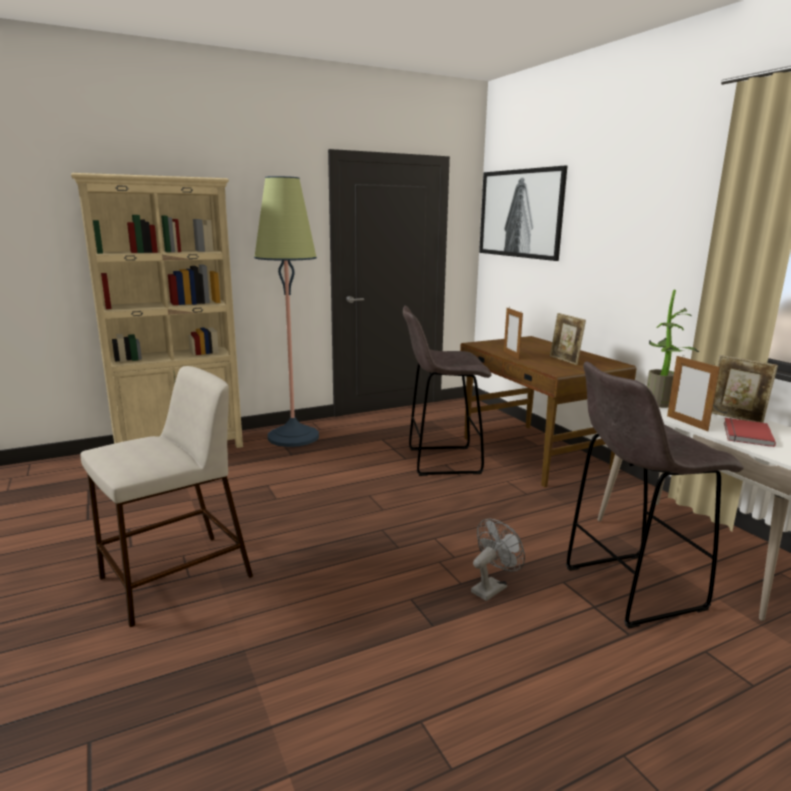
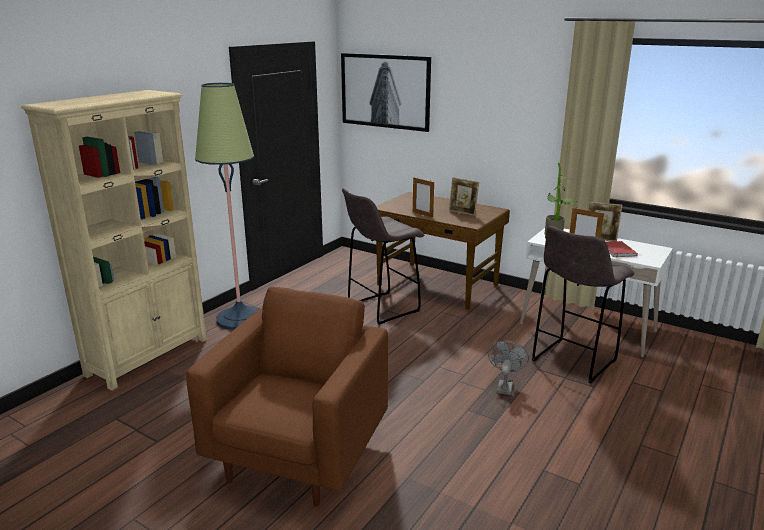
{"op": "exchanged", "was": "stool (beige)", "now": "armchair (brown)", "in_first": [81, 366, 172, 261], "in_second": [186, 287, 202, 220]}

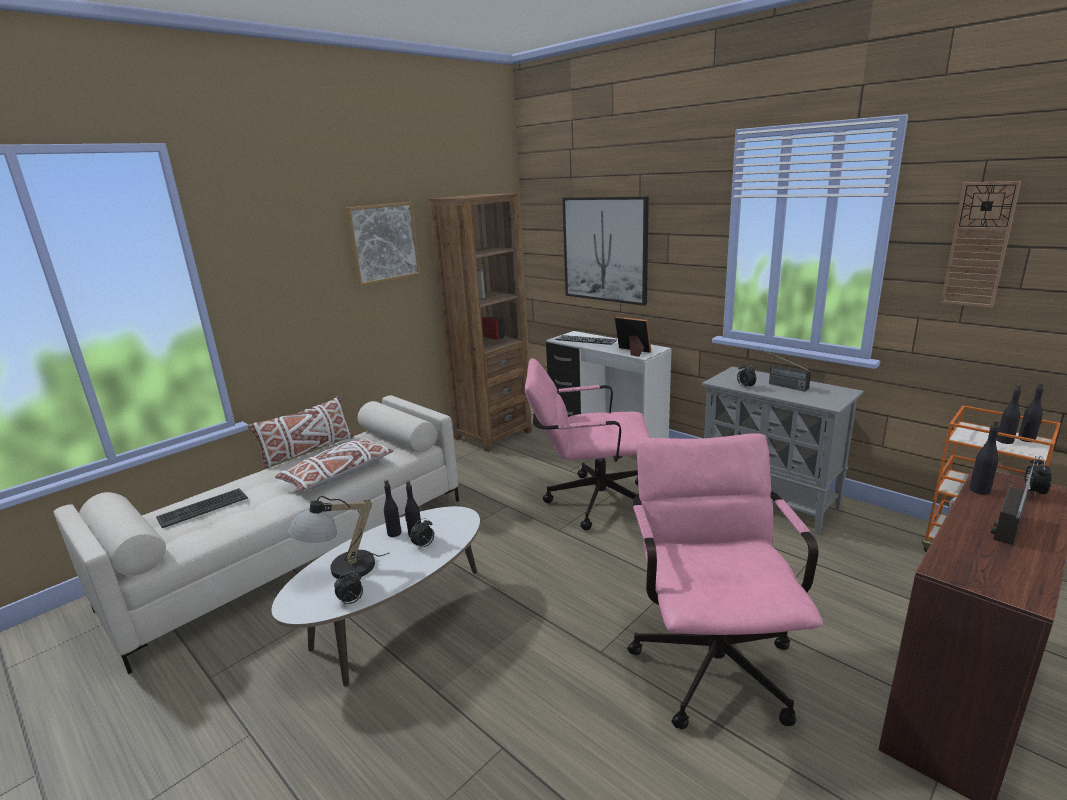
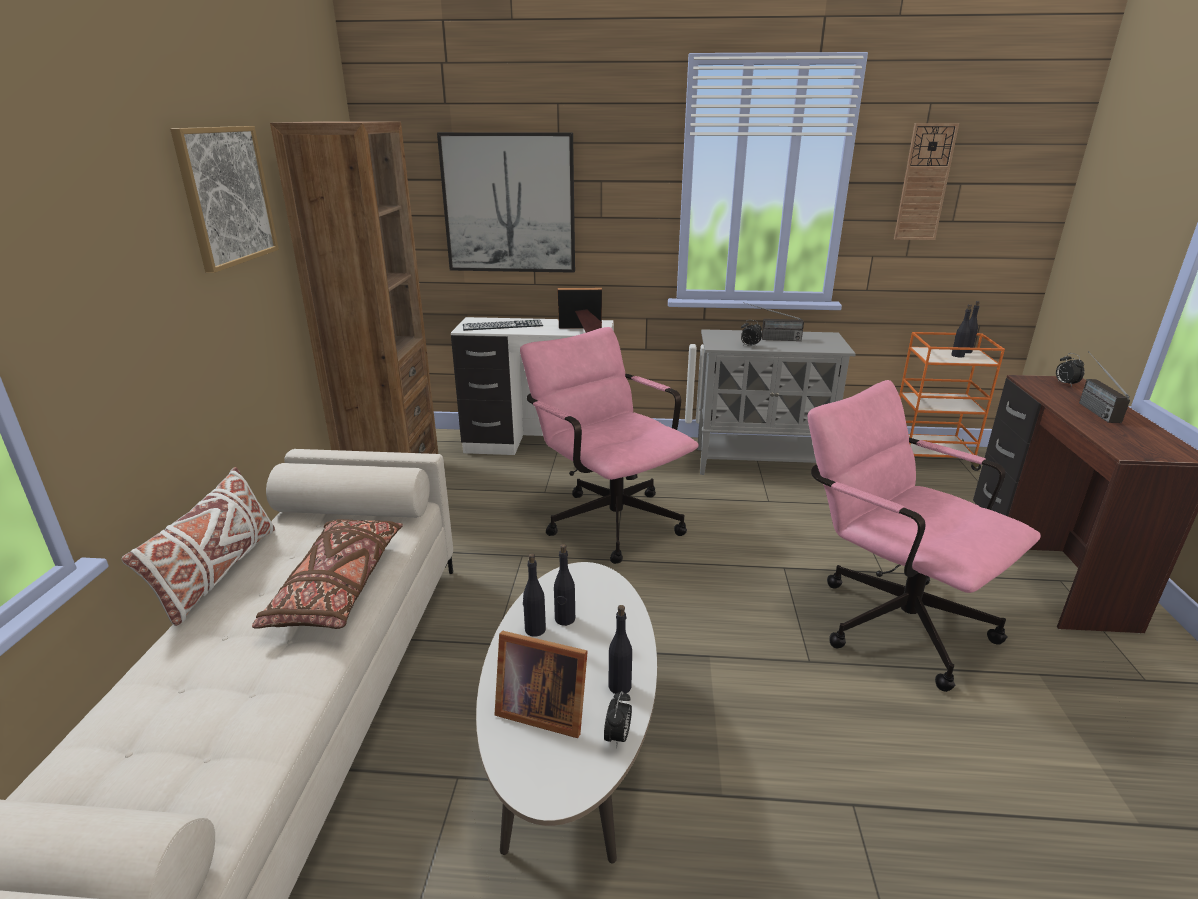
{"op": "missing", "was": "keyboard", "in_first": [156, 488, 92, 40]}
{"op": "missing", "was": "alarm clock", "in_first": [410, 518, 24, 32]}
{"op": "relocated", "was": "bottle (black)", "in_first": [969, 420, 31, 75], "in_second": [609, 605, 23, 89]}
{"op": "exchanged", "was": "table lamp", "now": "picture frame", "in_first": [288, 496, 101, 83], "in_second": [495, 631, 93, 107]}
{"op": "colour", "was": "pillow (white)", "now": "pillow (brown)", "in_first": [275, 438, 118, 53], "in_second": [252, 519, 151, 110]}
{"op": "spun", "was": "office chair (pink)", "in_first": [525, 358, 125, 172], "in_second": [520, 327, 179, 237], "clockwise": 90}

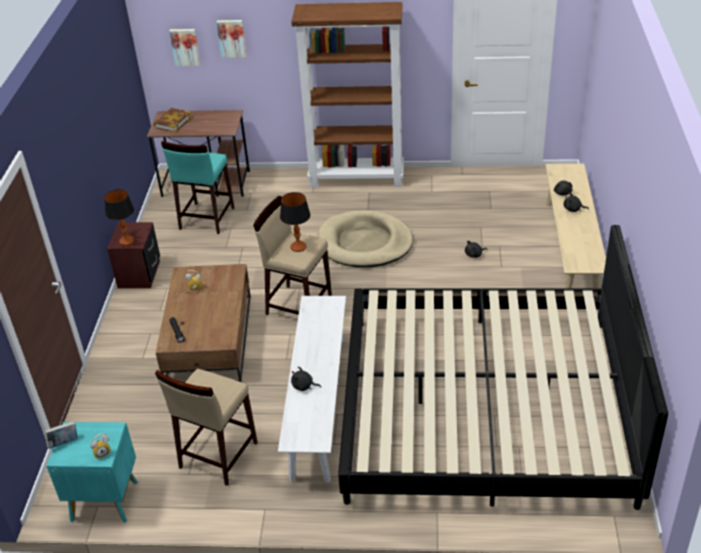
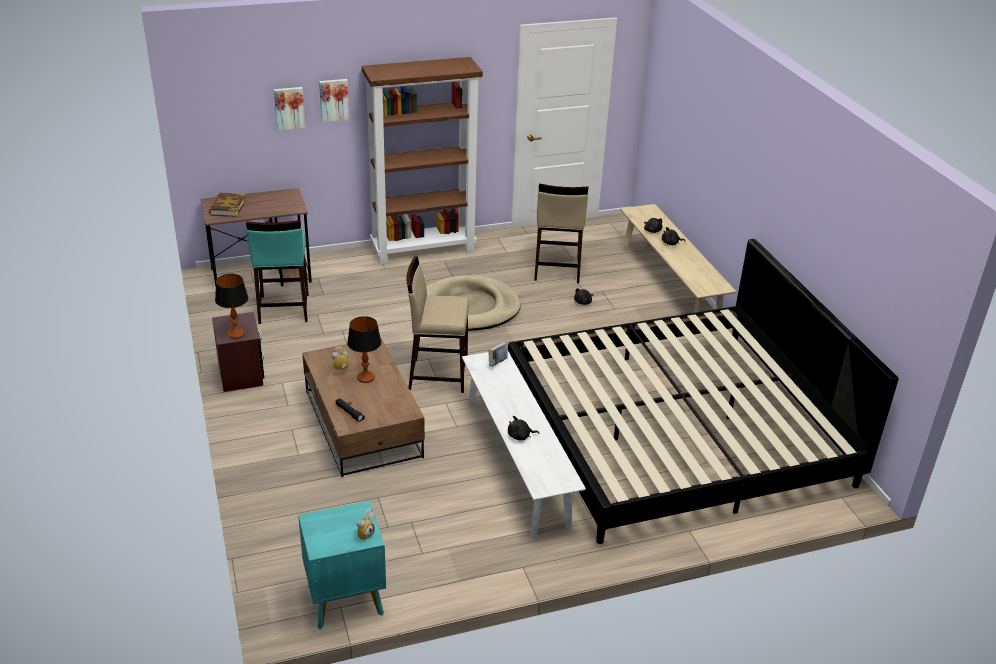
{"op": "relocated", "was": "book", "in_first": [44, 421, 34, 28], "in_second": [488, 342, 20, 25]}
{"op": "relocated", "was": "stool (beige)", "in_first": [155, 369, 103, 117], "in_second": [534, 184, 54, 99]}
{"op": "relocated", "was": "picture", "in_first": [169, 29, 32, 37], "in_second": [319, 79, 30, 43]}
{"op": "relocated", "was": "table lamp", "in_first": [280, 192, 30, 60], "in_second": [347, 316, 34, 67]}

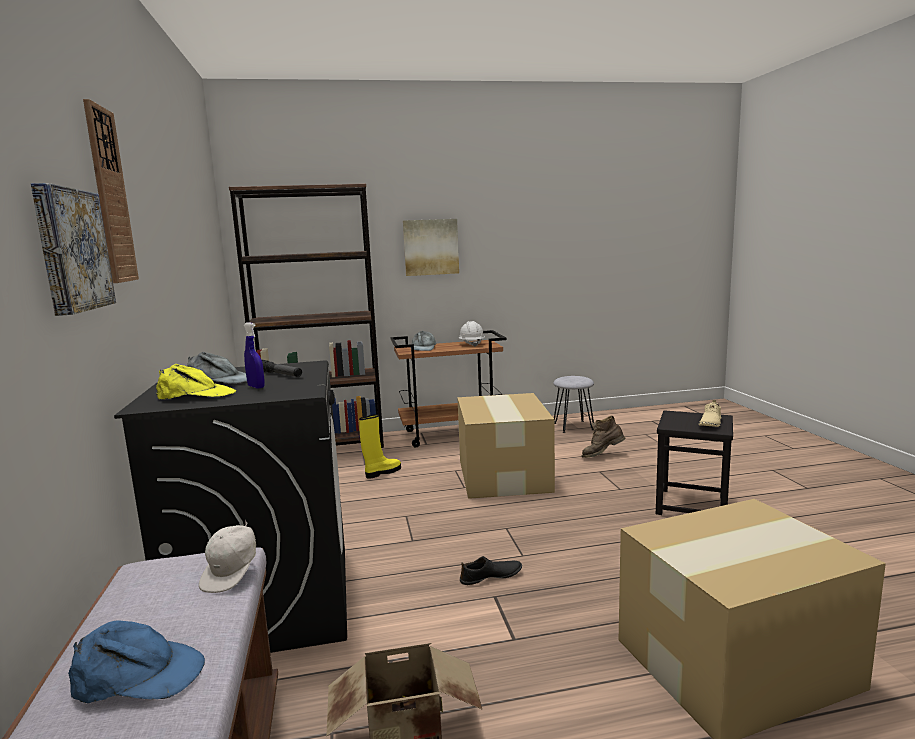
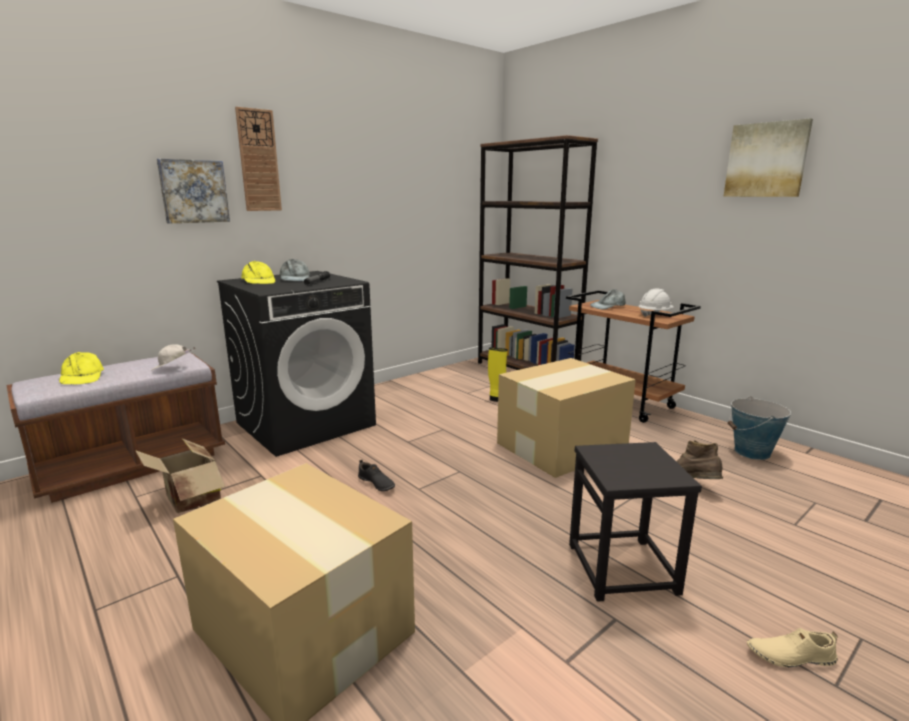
{"op": "missing", "was": "spray bottle (blue)", "in_first": [244, 322, 21, 67]}
{"op": "relocated", "was": "picture", "in_first": [403, 219, 56, 57], "in_second": [724, 118, 89, 79]}
{"op": "relocated", "was": "shoe (beige)", "in_first": [699, 400, 23, 27], "in_second": [747, 628, 91, 39]}
{"op": "exchanged", "was": "stool (grey)", "now": "bucket", "in_first": [553, 376, 41, 57], "in_second": [728, 396, 63, 64]}
{"op": "colour", "was": "cap (blue)", "now": "cap (yellow)", "in_first": [68, 620, 137, 83], "in_second": [59, 352, 45, 32]}

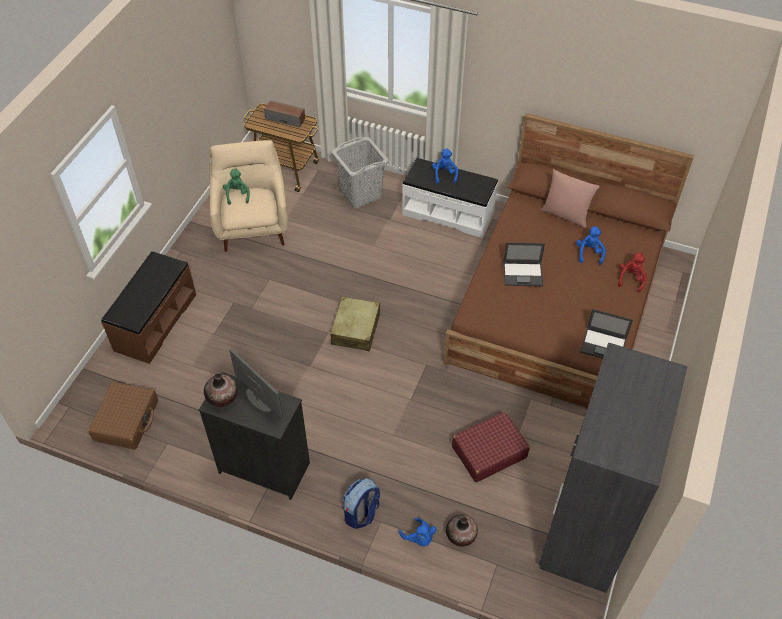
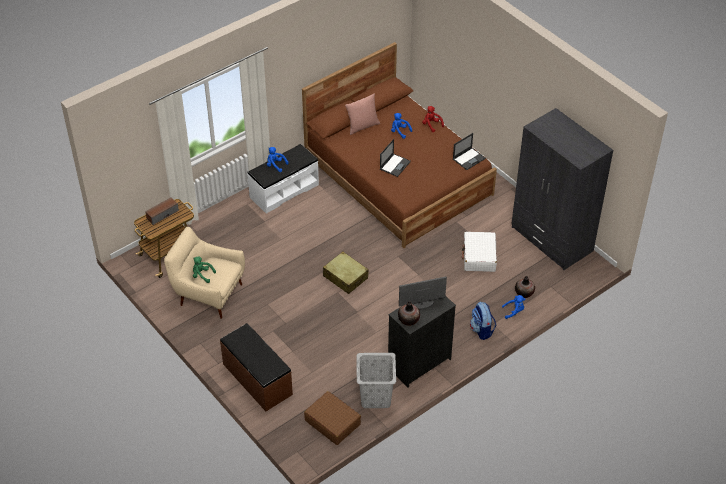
{"op": "relocated", "was": "laundry basket (grey)", "in_first": [332, 137, 56, 71], "in_second": [357, 353, 39, 55]}
{"op": "colour", "was": "suitcase (red)", "now": "suitcase (white)", "in_first": [452, 412, 78, 70], "in_second": [462, 232, 35, 40]}

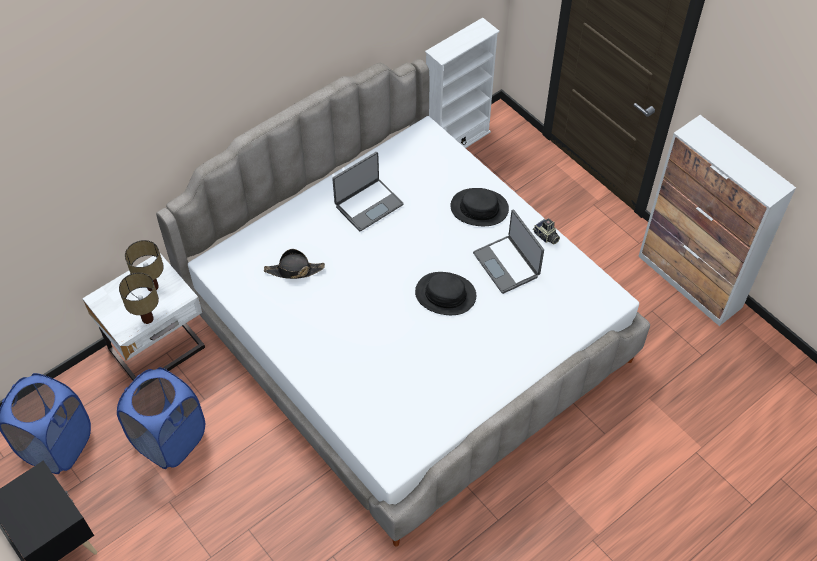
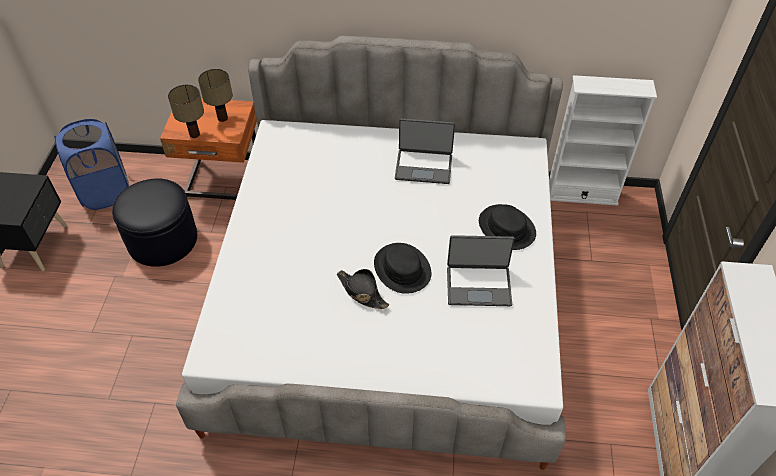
{"op": "missing", "was": "photo camera", "in_first": [533, 218, 27, 27]}
{"op": "relocated", "was": "hat (black)", "in_first": [264, 249, 61, 30], "in_second": [337, 269, 52, 40]}
{"op": "exchanged", "was": "laundry basket (blue)", "now": "ottoman (black)", "in_first": [117, 367, 88, 102], "in_second": [112, 178, 85, 89]}
{"op": "colour", "was": "nightstand (white)", "now": "nightstand (orange)", "in_first": [82, 253, 123, 128], "in_second": [160, 98, 97, 102]}
{"op": "spun", "was": "laptop", "in_first": [473, 210, 71, 84], "in_second": [447, 235, 68, 71], "clockwise": -105}

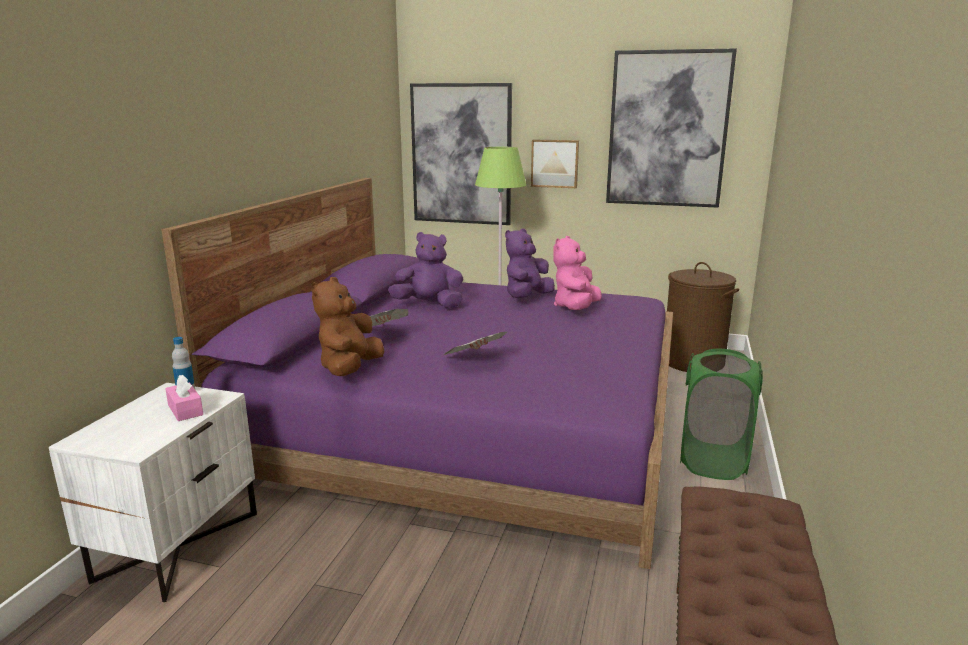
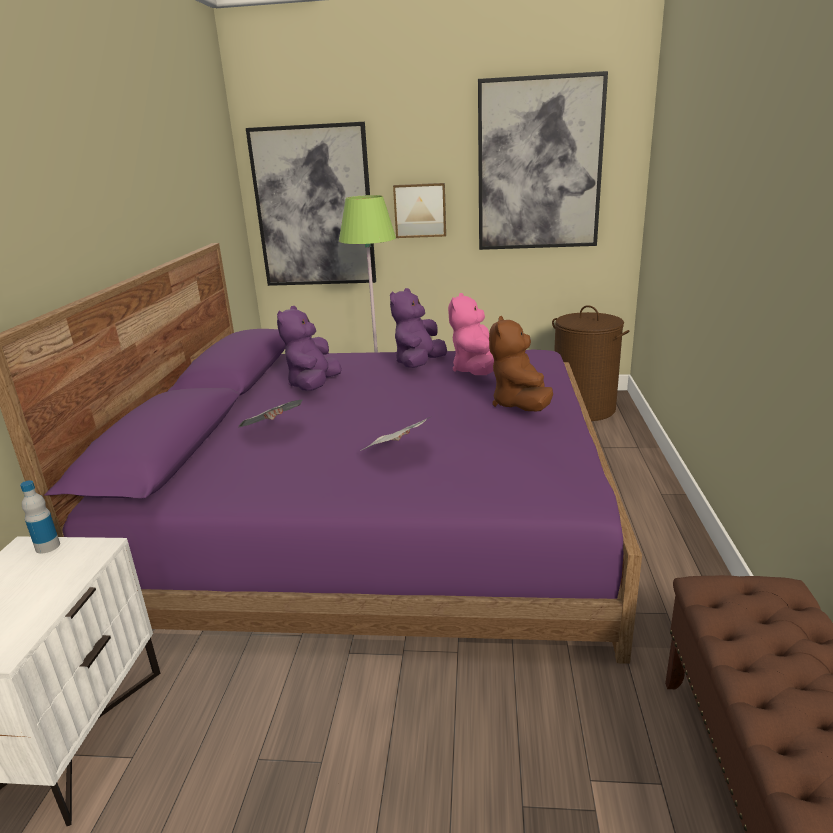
{"op": "missing", "was": "tissue box (pink)", "in_first": [165, 375, 38, 46]}
{"op": "missing", "was": "laundry basket (green)", "in_first": [680, 349, 83, 131]}
{"op": "relocated", "was": "plush toy (brown)", "in_first": [311, 277, 74, 99], "in_second": [489, 316, 64, 95]}
{"op": "spun", "was": "plush toy (purple)", "in_first": [388, 232, 76, 76], "in_second": [277, 306, 65, 85], "clockwise": -75}

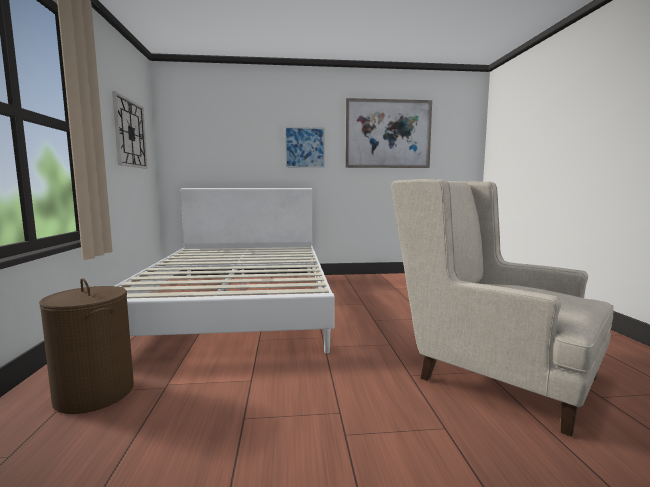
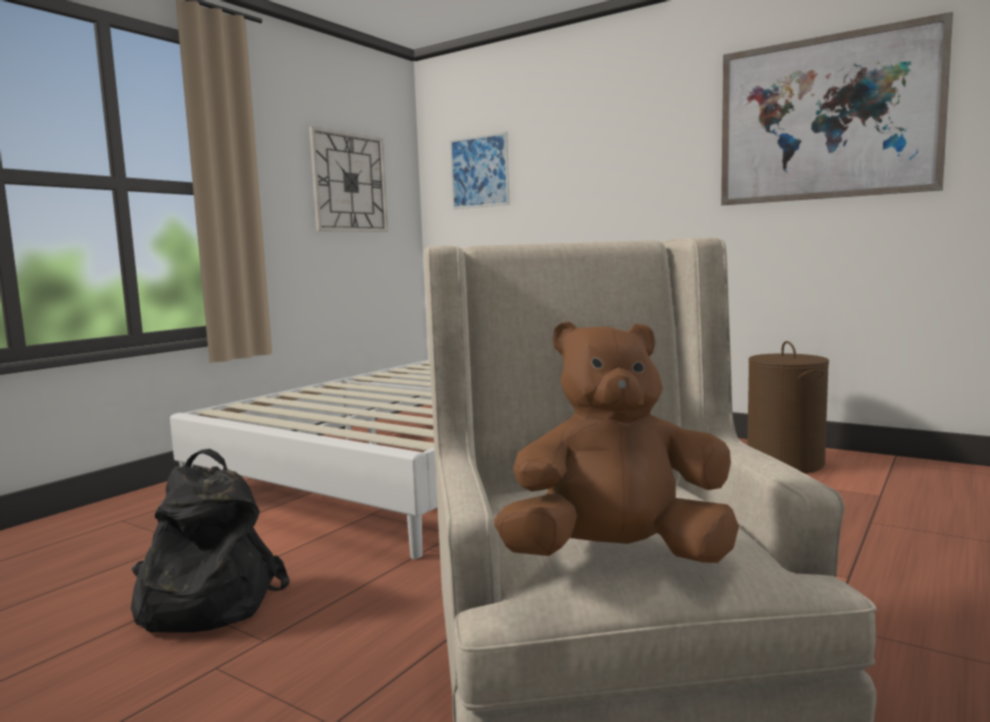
{"op": "appeared", "now": "backpack (black)", "in_second": [131, 449, 159, 184]}
{"op": "appeared", "now": "plush toy (brown)", "in_second": [494, 321, 245, 242]}
{"op": "relocated", "was": "laundry basket (brown)", "in_first": [39, 278, 95, 136], "in_second": [747, 341, 82, 132]}
{"op": "relocated", "was": "picture", "in_first": [285, 127, 40, 41], "in_second": [450, 132, 60, 77]}

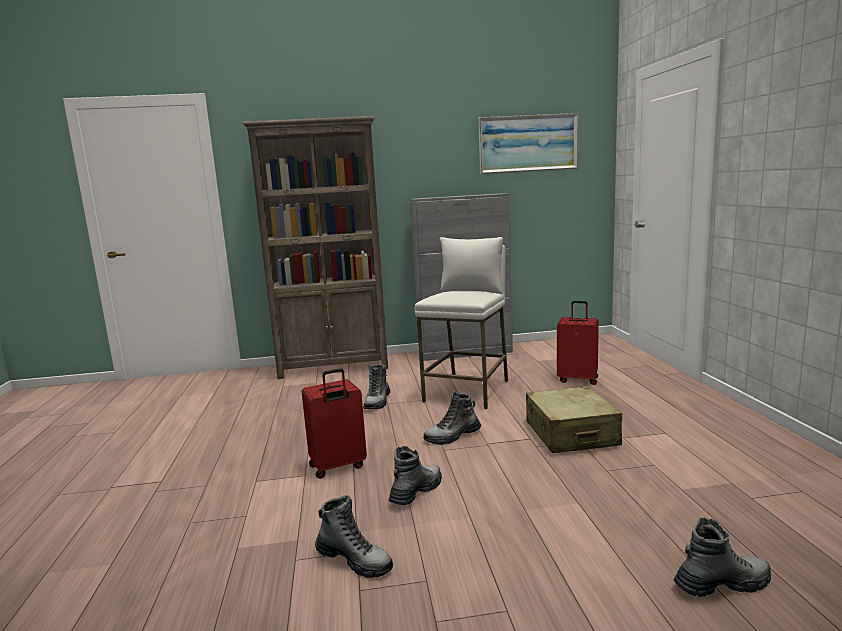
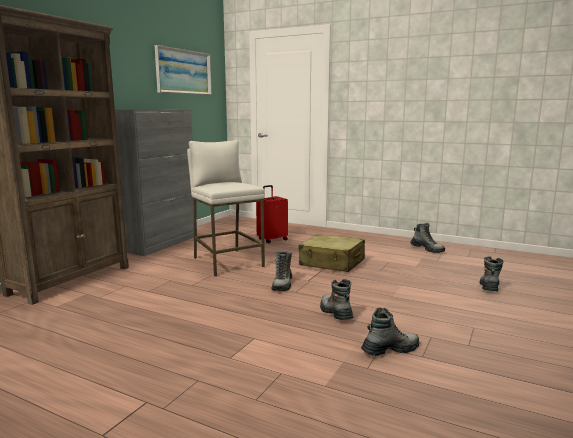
{"op": "missing", "was": "suitcase (red)", "in_first": [302, 368, 65, 111]}
{"op": "relocated", "was": "boot", "in_first": [363, 365, 27, 44], "in_second": [411, 223, 34, 30]}

